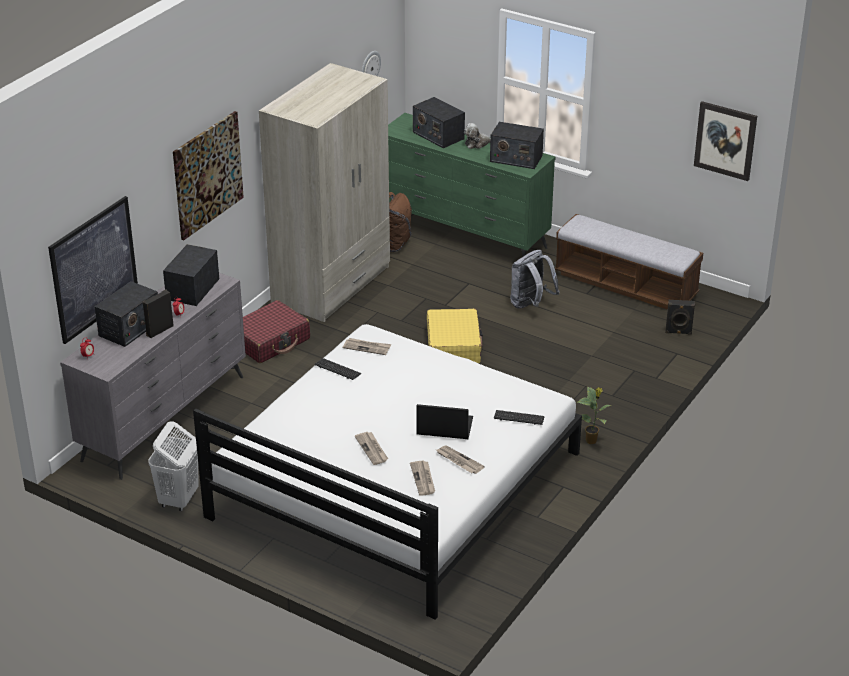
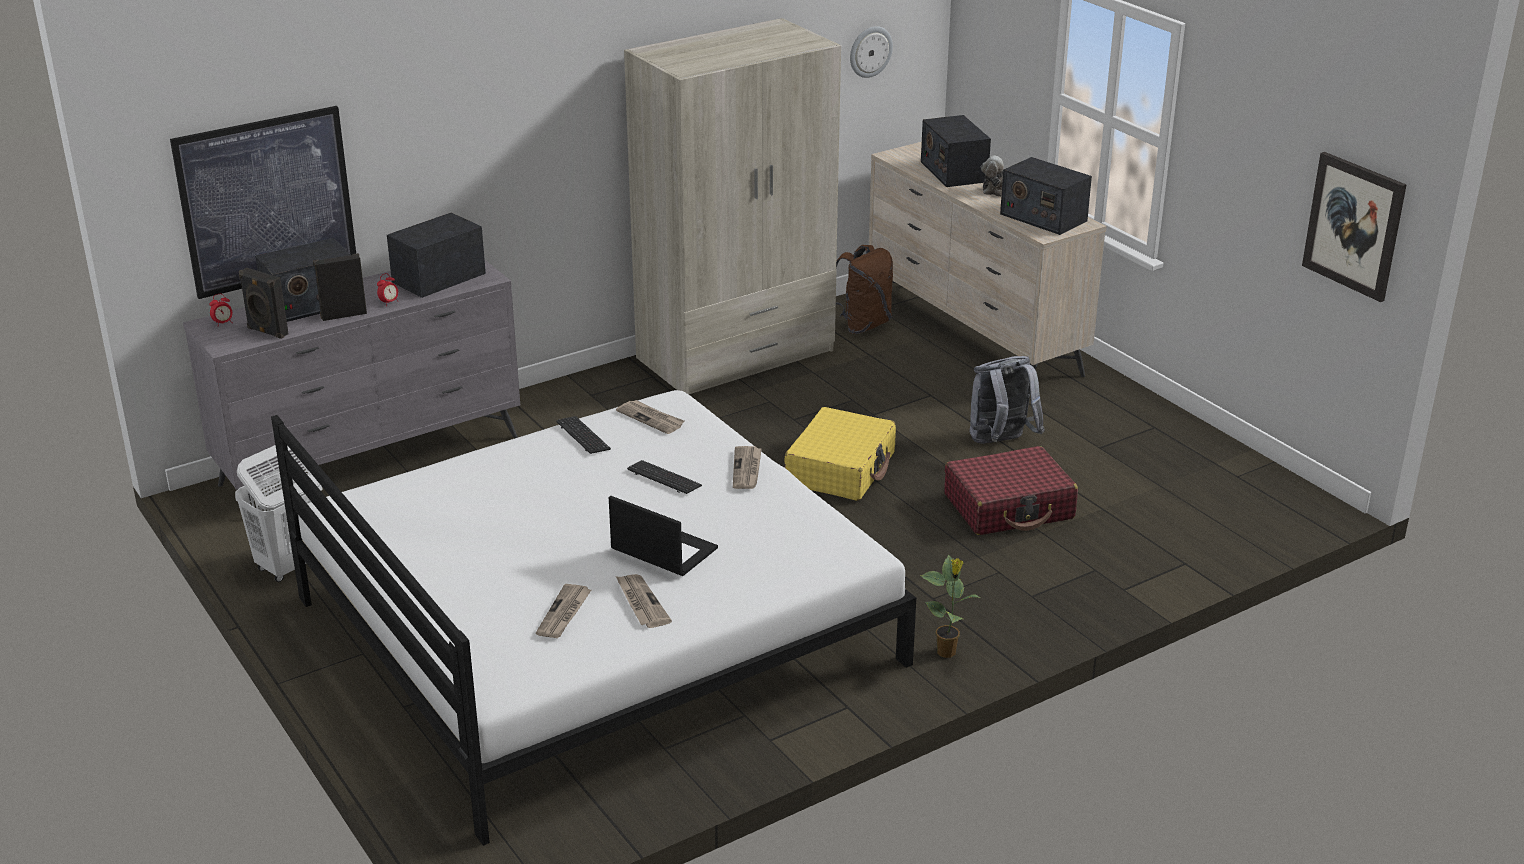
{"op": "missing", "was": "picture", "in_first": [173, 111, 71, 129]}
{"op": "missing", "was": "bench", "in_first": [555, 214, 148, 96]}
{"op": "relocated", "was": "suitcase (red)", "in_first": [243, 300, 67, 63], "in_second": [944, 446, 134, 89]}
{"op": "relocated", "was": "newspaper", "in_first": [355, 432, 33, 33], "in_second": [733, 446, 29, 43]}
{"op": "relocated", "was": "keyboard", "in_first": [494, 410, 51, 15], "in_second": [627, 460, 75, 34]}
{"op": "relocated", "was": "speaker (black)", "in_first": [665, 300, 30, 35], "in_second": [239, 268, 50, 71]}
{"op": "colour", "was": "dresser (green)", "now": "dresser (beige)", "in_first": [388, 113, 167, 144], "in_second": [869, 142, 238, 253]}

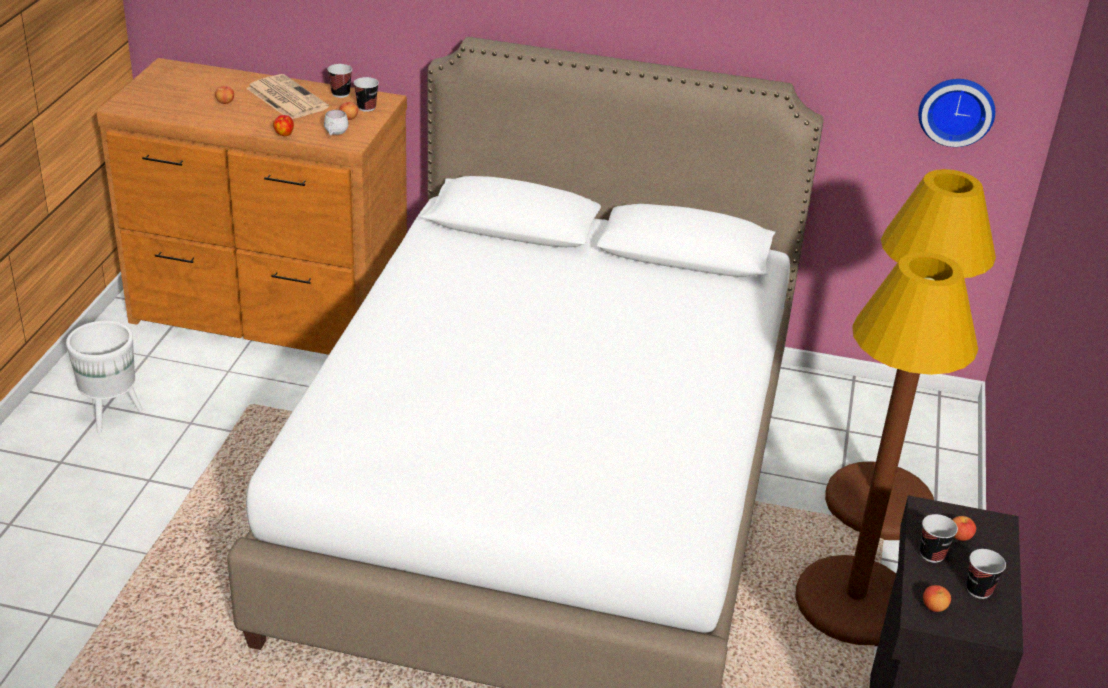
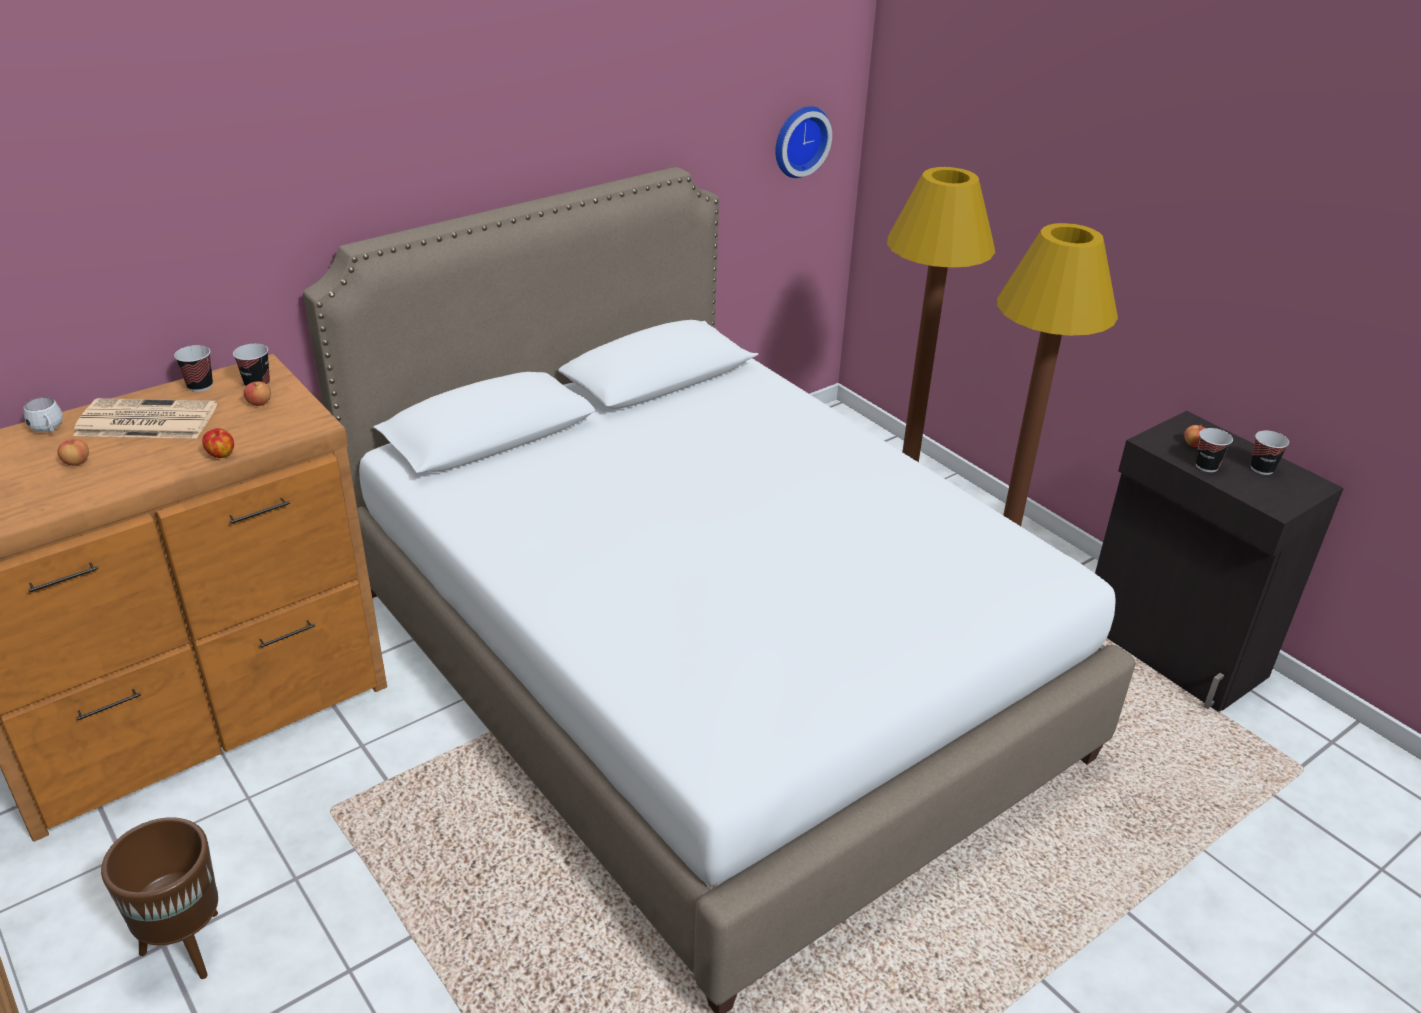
{"op": "missing", "was": "apple", "in_first": [923, 585, 28, 27]}
{"op": "relocated", "was": "mug (white)", "in_first": [324, 110, 25, 26], "in_second": [24, 397, 39, 36]}
{"op": "colour", "was": "planter (white)", "now": "planter (brown)", "in_first": [66, 321, 77, 112], "in_second": [101, 817, 117, 162]}

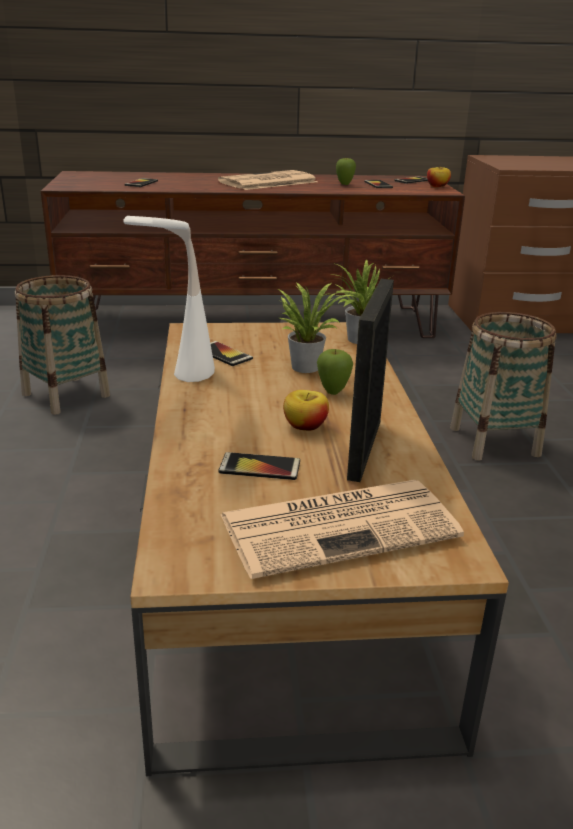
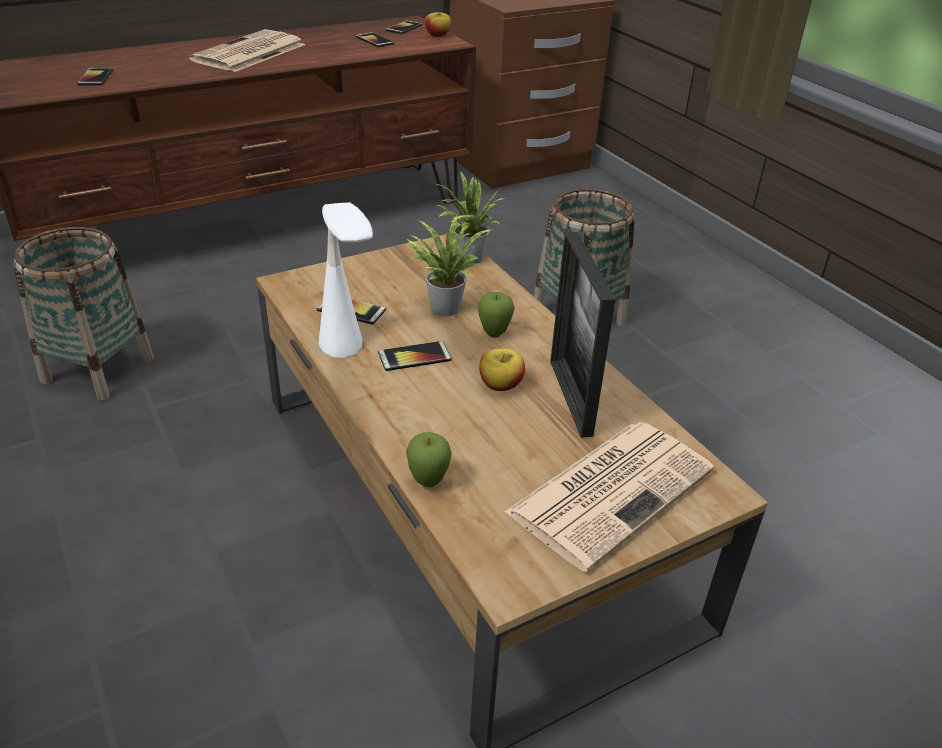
{"op": "relocated", "was": "phone", "in_first": [218, 452, 82, 28], "in_second": [378, 341, 74, 30]}
{"op": "relocated", "was": "apple", "in_first": [336, 157, 20, 28], "in_second": [406, 432, 46, 55]}

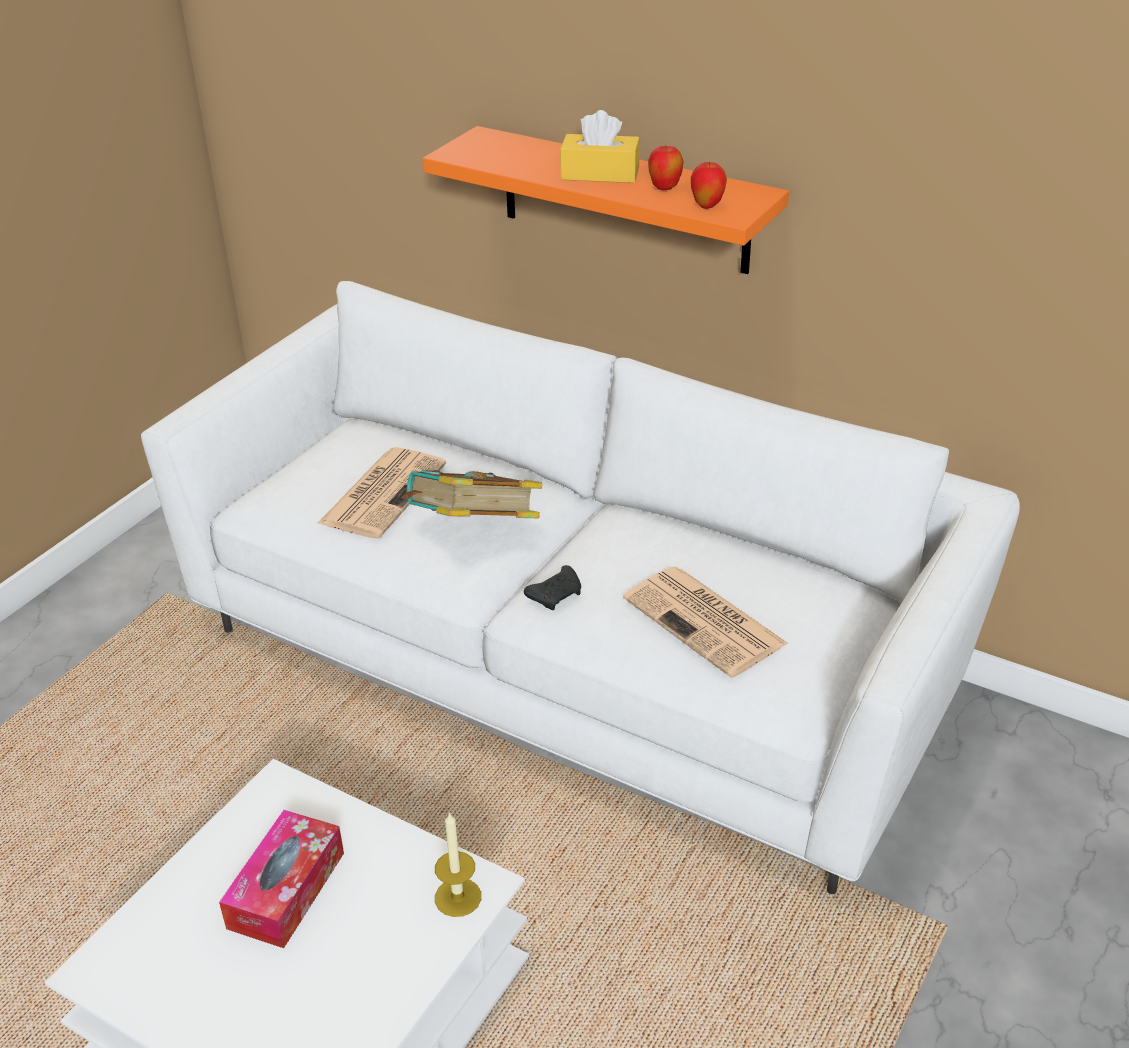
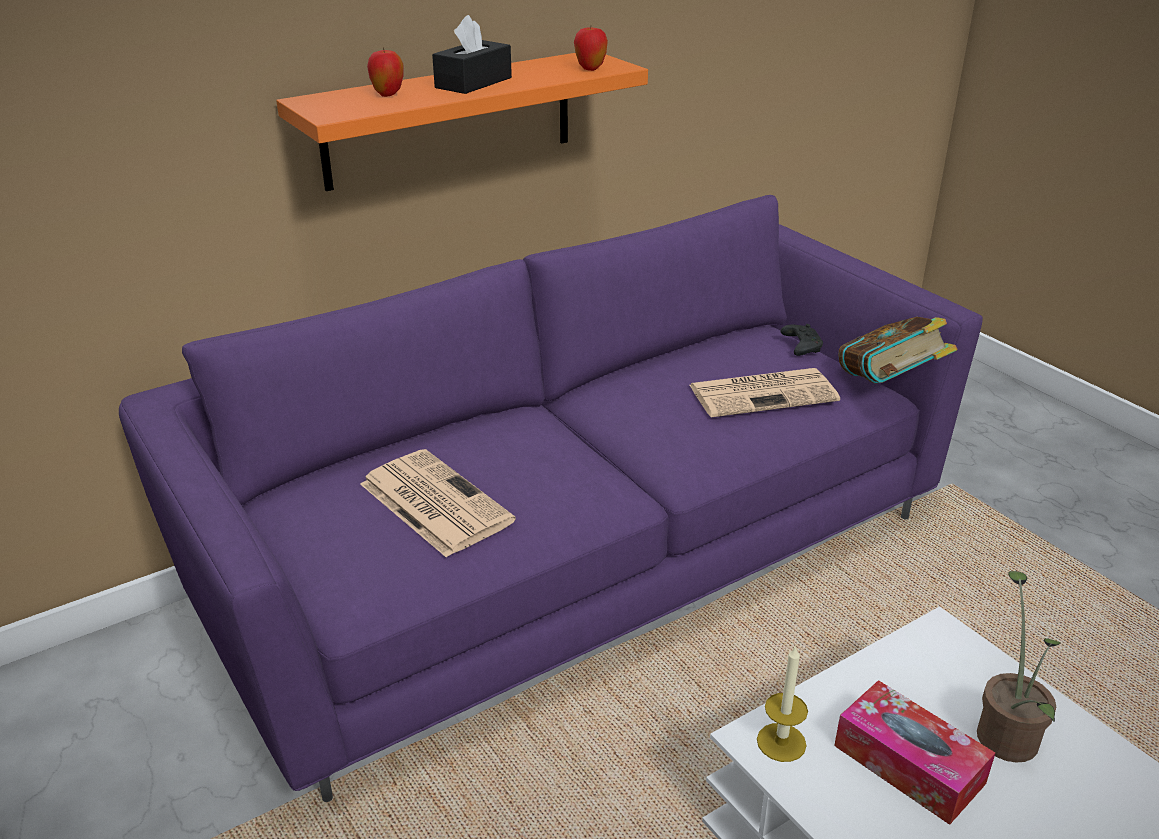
{"op": "appeared", "now": "potted plant", "in_second": [977, 571, 84, 192]}
{"op": "relocated", "was": "book", "in_first": [402, 470, 140, 48], "in_second": [838, 317, 120, 66]}
{"op": "relocated", "was": "candle", "in_first": [435, 812, 46, 105], "in_second": [757, 645, 51, 117]}
{"op": "relocated", "was": "game controller (black)", "in_first": [524, 565, 57, 45], "in_second": [781, 324, 42, 32]}
{"op": "relocated", "was": "apple", "in_first": [648, 145, 36, 45], "in_second": [367, 47, 37, 50]}
{"op": "colour", "was": "sofa (white)", "now": "sofa (purple)", "in_first": [141, 281, 879, 613], "in_second": [119, 195, 864, 607]}
{"op": "colour", "was": "tissue box (yellow)", "now": "tissue box (black)", "in_first": [560, 110, 80, 73], "in_second": [432, 15, 80, 79]}

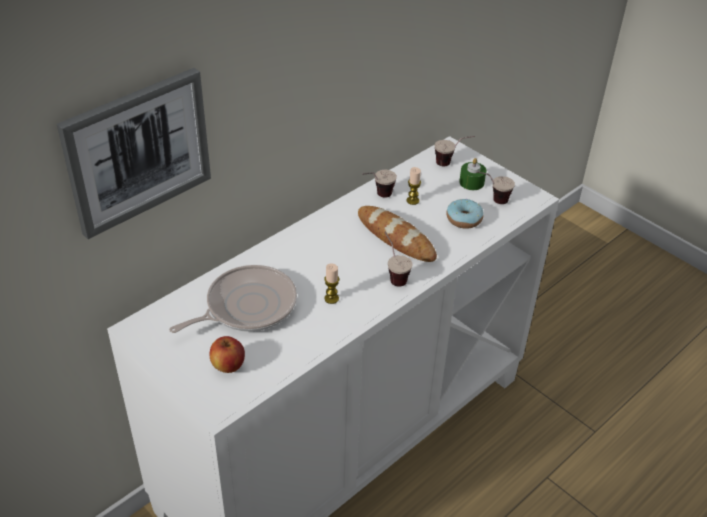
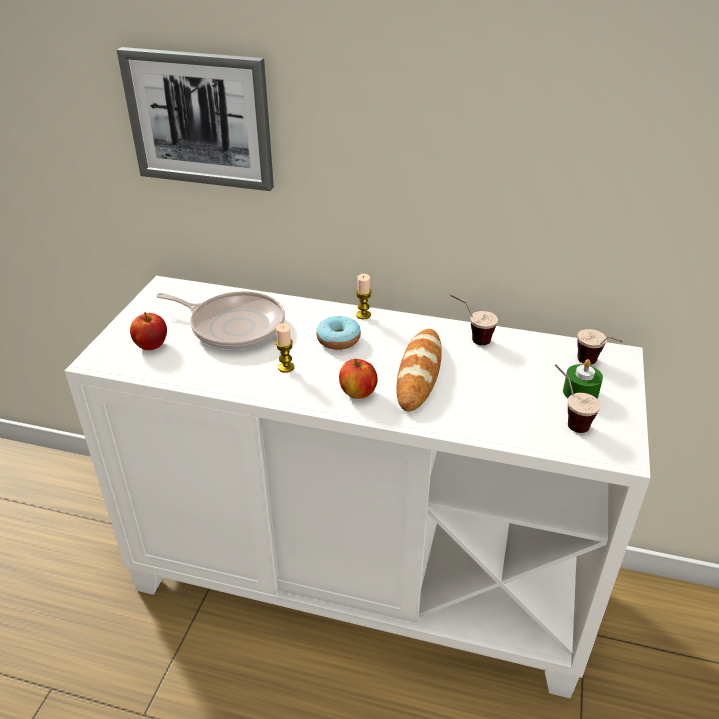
{"op": "relocated", "was": "candle", "in_first": [407, 167, 14, 38], "in_second": [356, 274, 15, 45]}
{"op": "relocated", "was": "donut", "in_first": [446, 198, 38, 31], "in_second": [316, 316, 45, 34]}
{"op": "exchanged", "was": "cup", "now": "apple", "in_first": [385, 231, 28, 56], "in_second": [339, 359, 39, 40]}

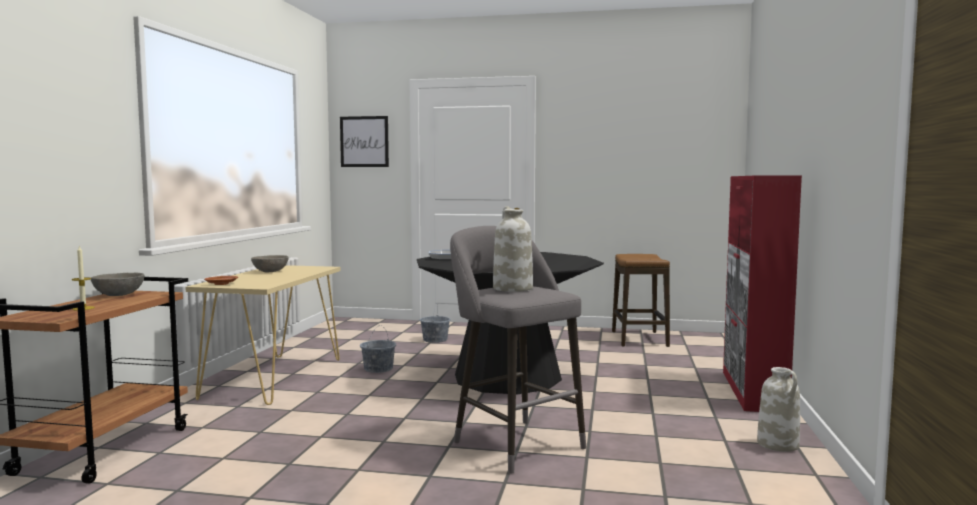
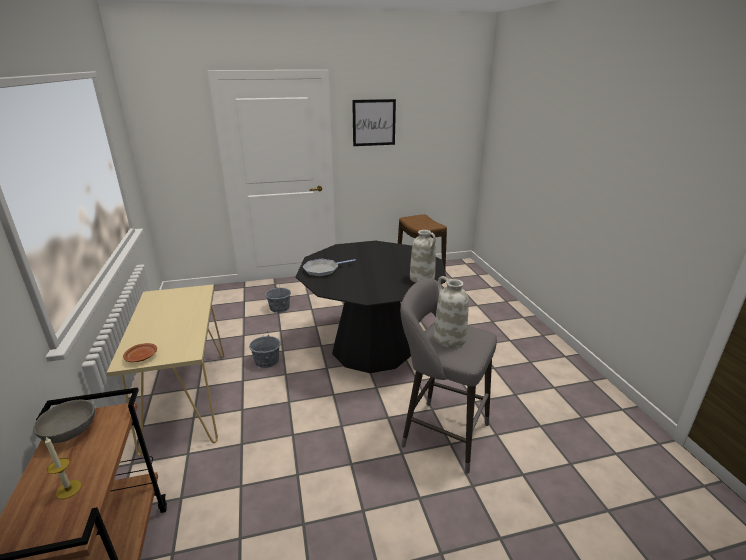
{"op": "missing", "was": "bowl (grey)", "in_first": [251, 255, 38, 17]}
{"op": "missing", "was": "cabinet (red)", "in_first": [723, 175, 79, 237]}
{"op": "relocated", "was": "picture", "in_first": [340, 116, 49, 51], "in_second": [352, 99, 44, 47]}
{"op": "relocated", "was": "vase (white)", "in_first": [757, 367, 43, 85], "in_second": [410, 230, 26, 53]}

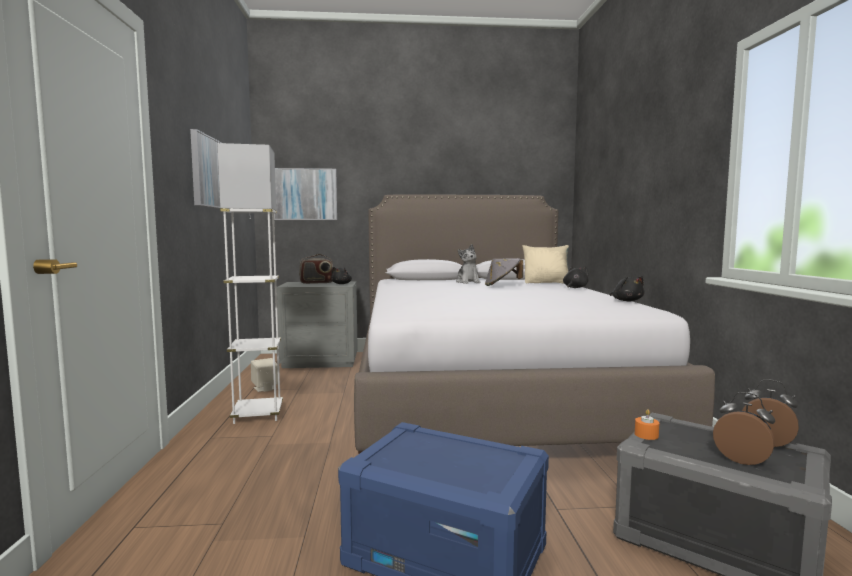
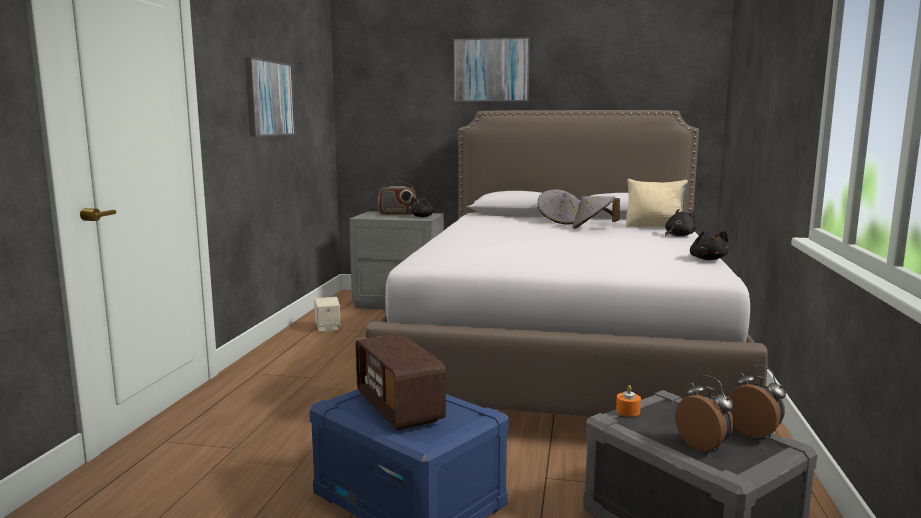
{"op": "missing", "was": "floor lamp (white)", "in_first": [217, 143, 66, 281]}
{"op": "appeared", "now": "radio", "in_second": [355, 333, 91, 97]}
{"op": "relocated", "was": "picture", "in_first": [274, 168, 63, 52], "in_second": [454, 37, 76, 65]}
{"op": "exchanged", "was": "plush toy", "now": "hat (grey)", "in_first": [456, 244, 24, 40], "in_second": [537, 190, 43, 35]}

